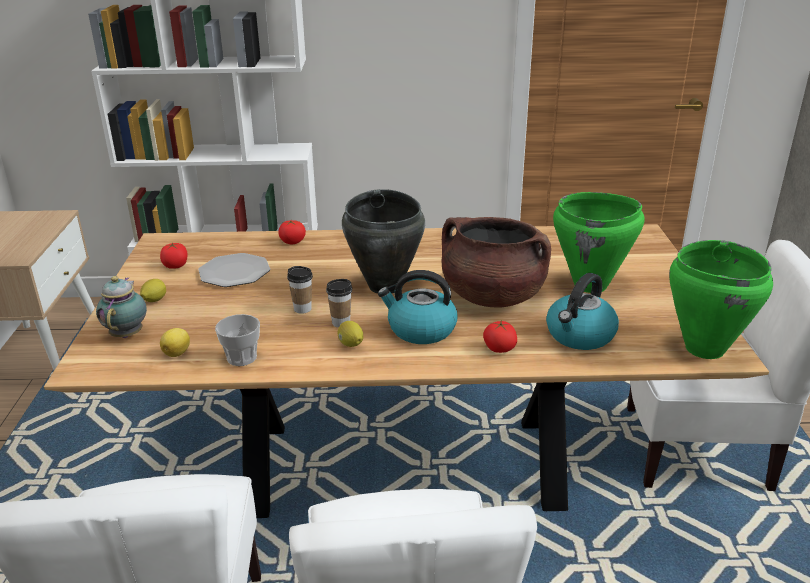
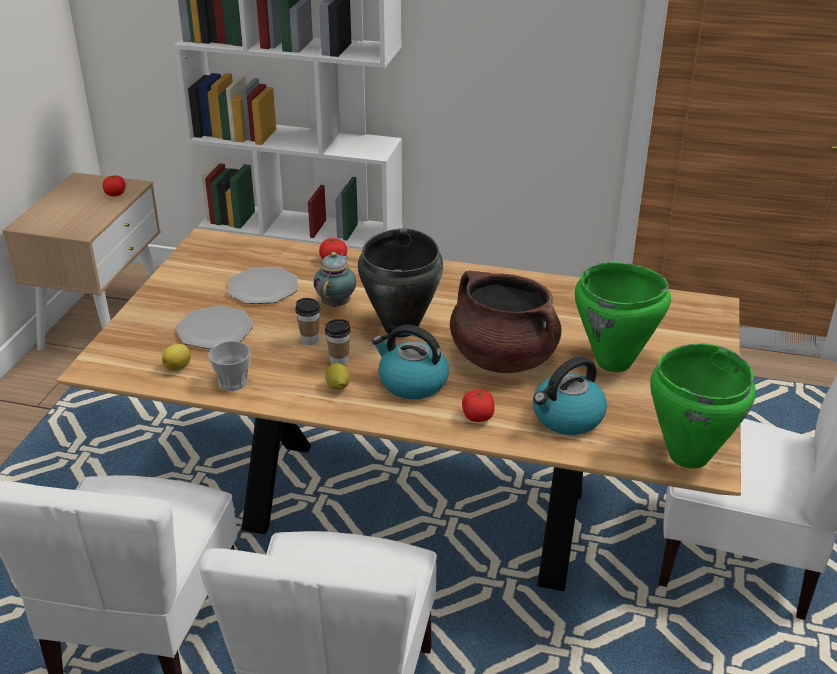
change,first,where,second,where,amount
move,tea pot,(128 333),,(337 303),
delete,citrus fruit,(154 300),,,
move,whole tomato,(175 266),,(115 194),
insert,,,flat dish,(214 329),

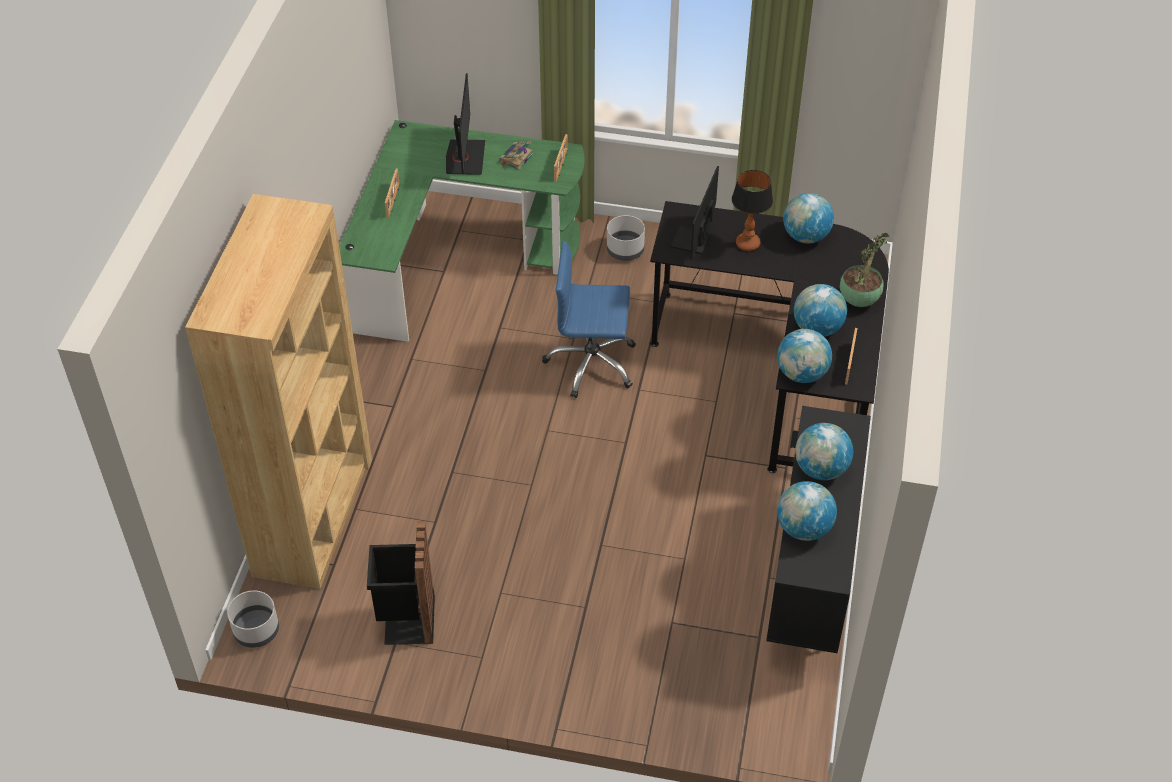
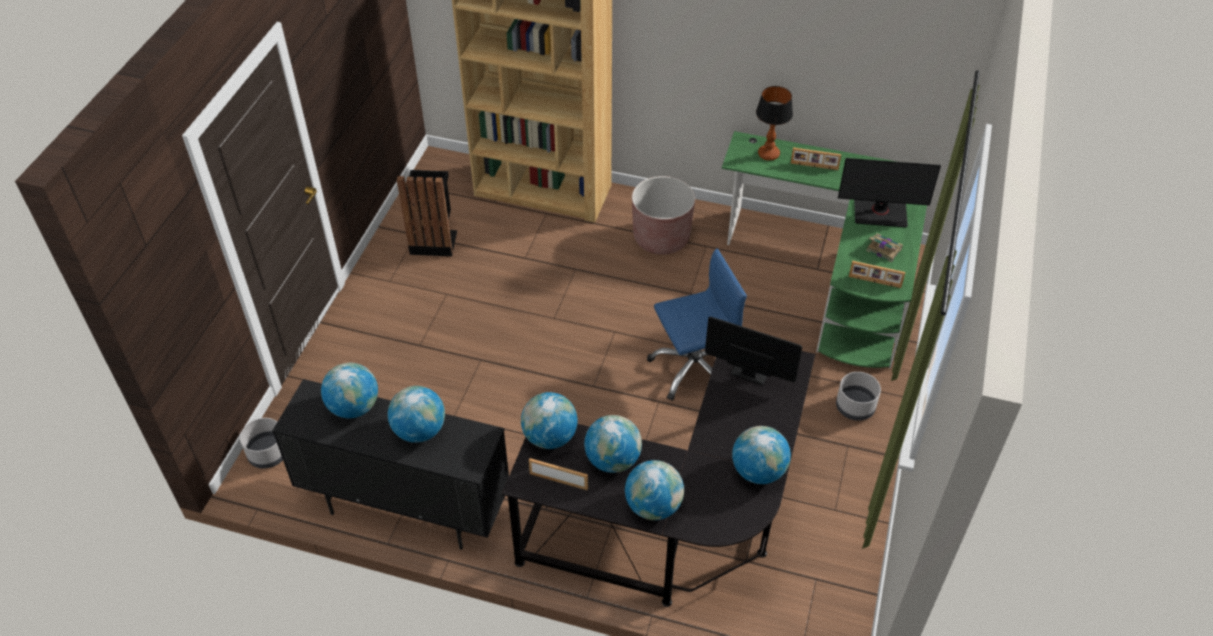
change,first,where,second,where,amount
move,greyish planter,(256 631),,(268 453),
rotate,bluish desk chair,(591 364),,(694 368),60 degrees clockwise
move,tabletop lamp,(747 244),,(768 154),
replace,potted plant,(859 299),world globe,(653 506),
insert,,,brown planter,(661 238),

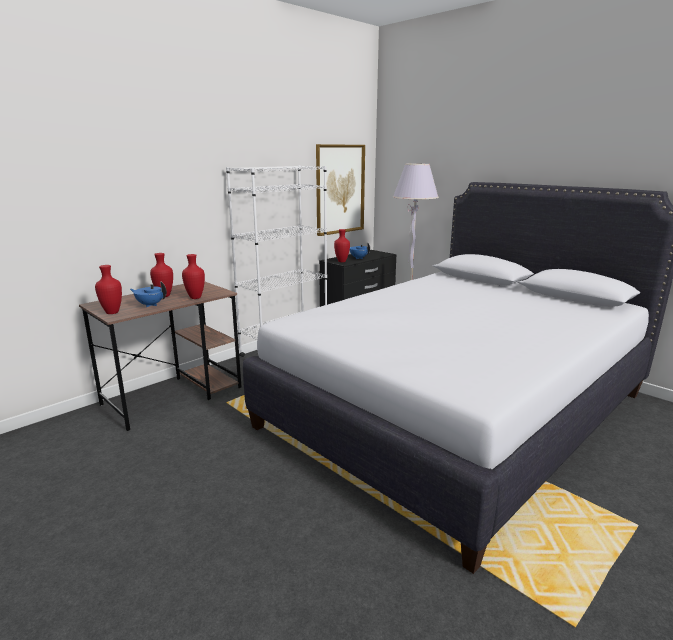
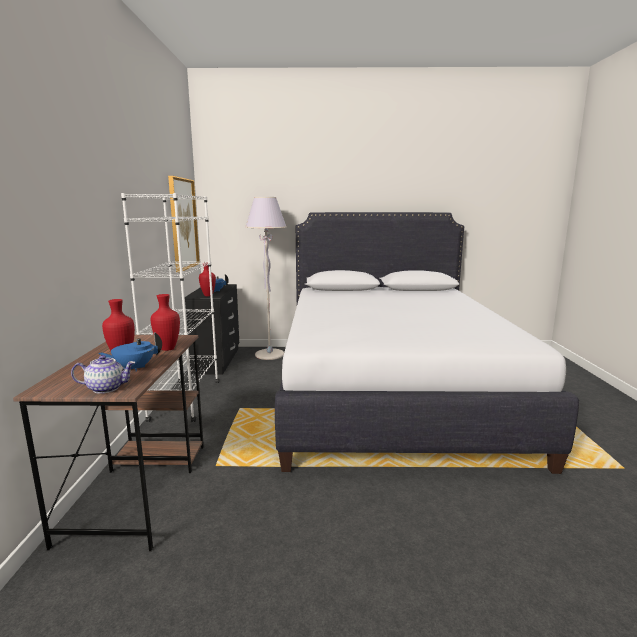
change,first,where,second,where,amount
replace,reddish decorative vase,(112 312),tea pot,(106 388),

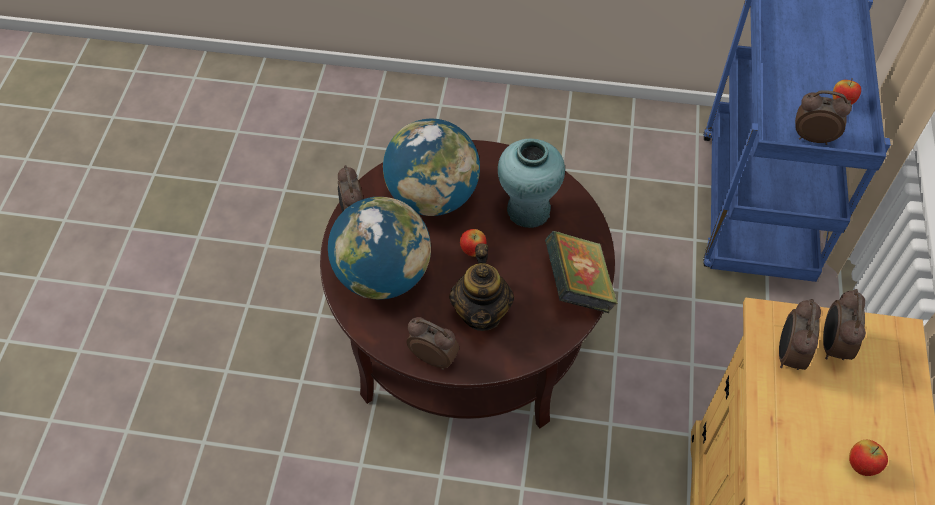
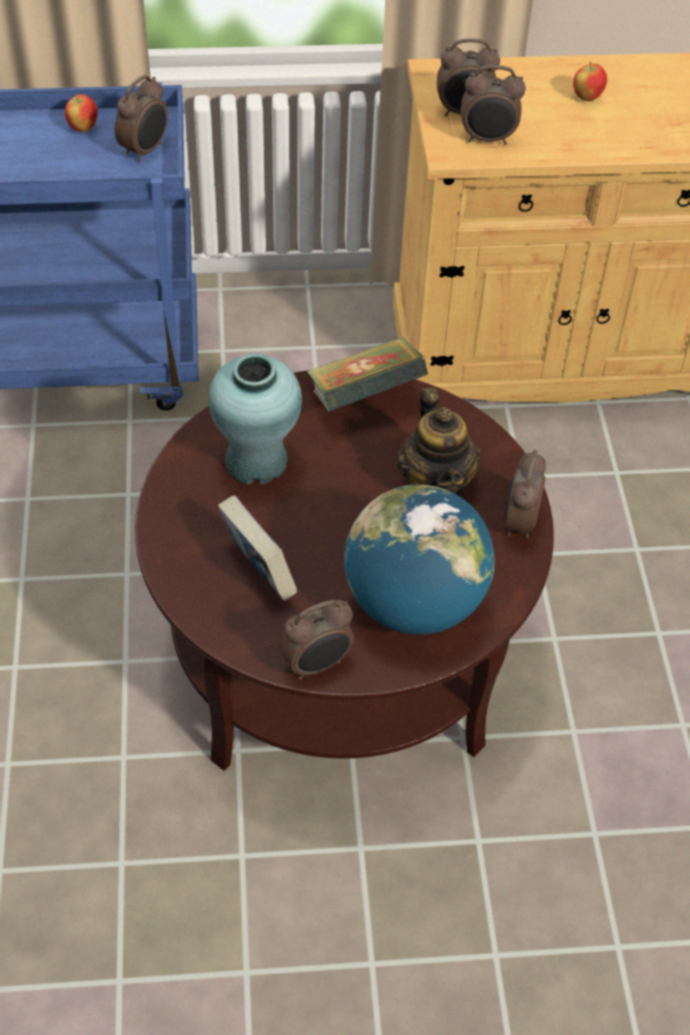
change,first,where,second,where,amount
replace,world globe,(433 196),bound book,(258 572),
rotate,tea pot,(482 312),,(436 485),90 degrees clockwise
delete,apple,(473 251),,,
rotate,alarm clock,(812 137),,(145 150),150 degrees counterclockwise

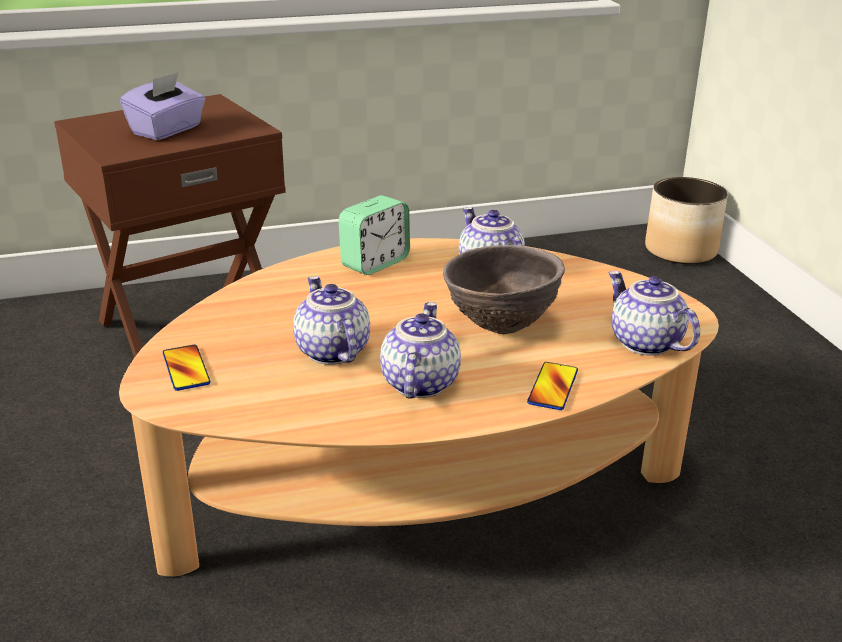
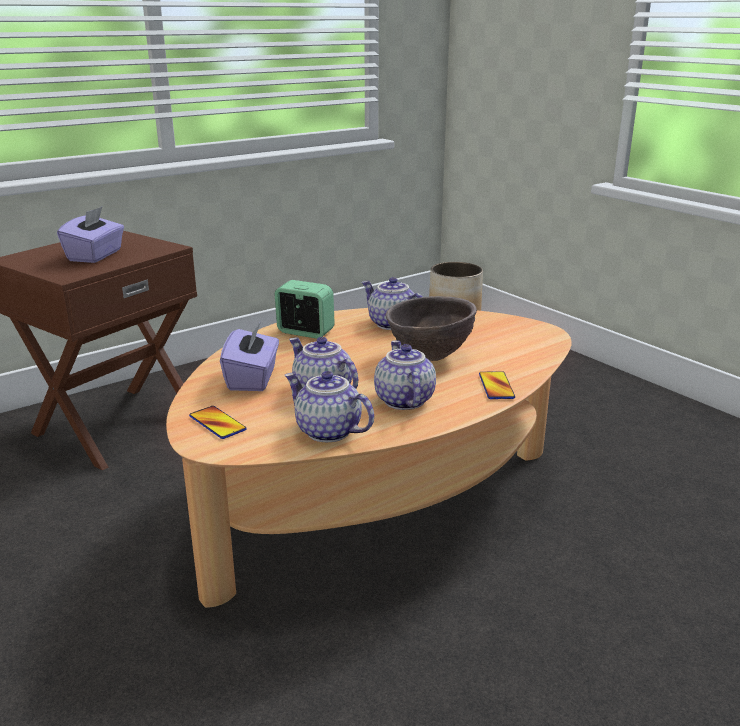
change,first,where,second,where,amount
rotate,alarm clock,(375 263),,(305 332),90 degrees counterclockwise
move,tea pot,(644 343),,(327 432),
insert,,,purplish tissue holder,(253 379),

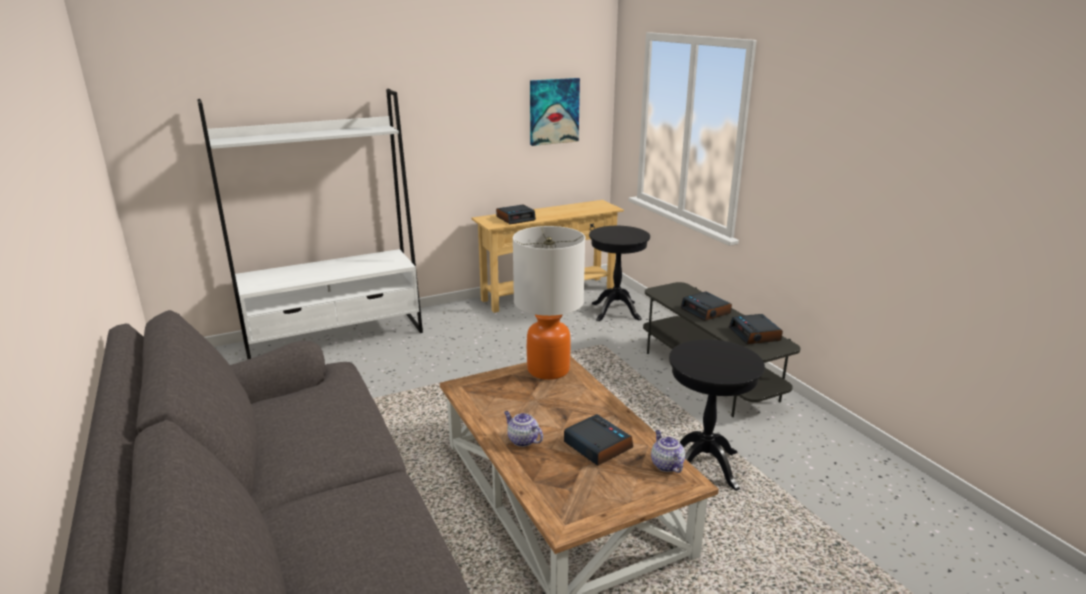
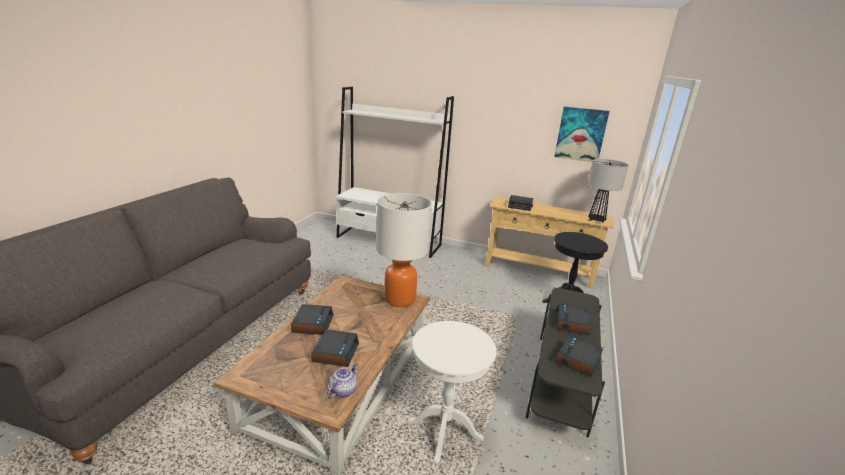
change,first,where,second,where,amount
replace,tea pot,(522 440),alarm clock,(312 324),
recolor,black-coloured end table,(704 466),white end table,(444 430),
insert,,,tabletop lamp,(596 220),

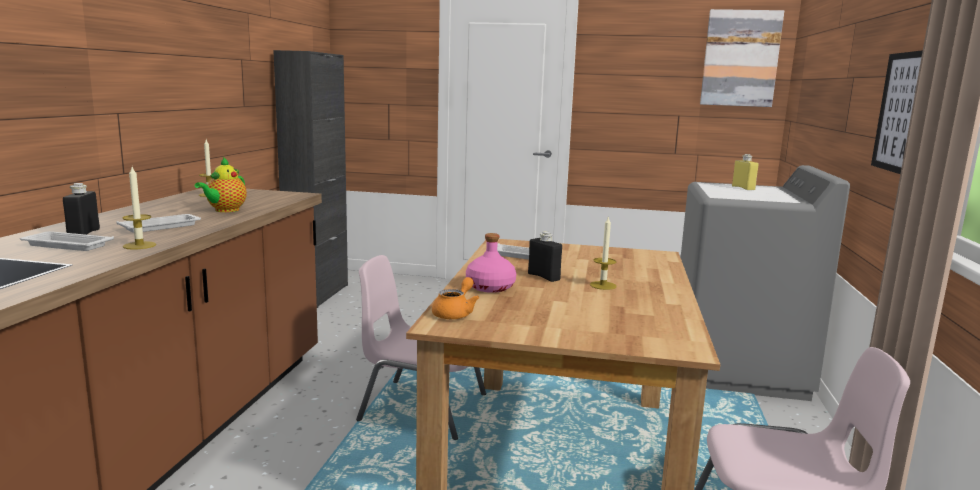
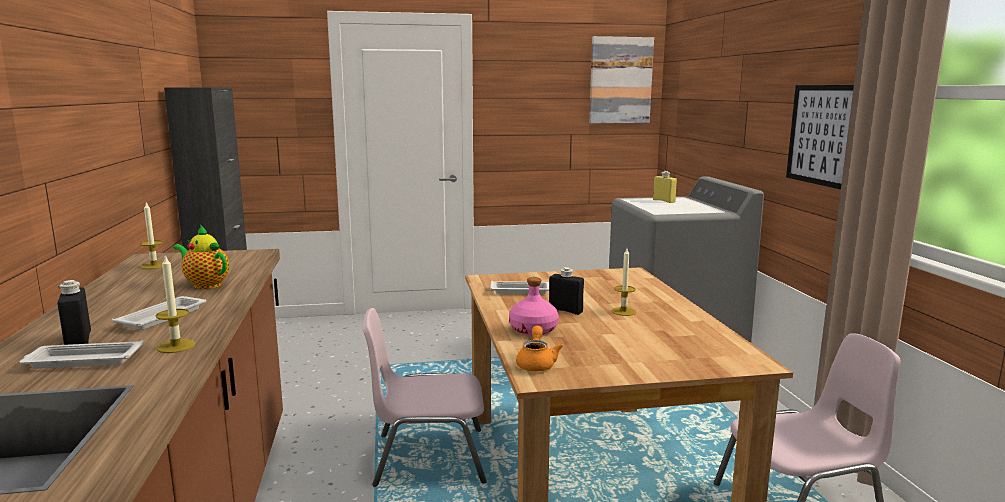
change,first,where,second,where,amount
rotate,tea pot,(225 210),,(205 284),120 degrees clockwise

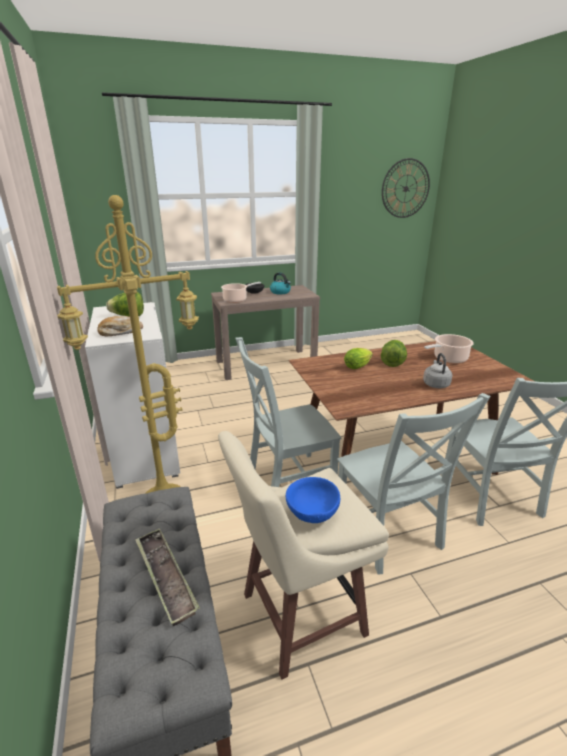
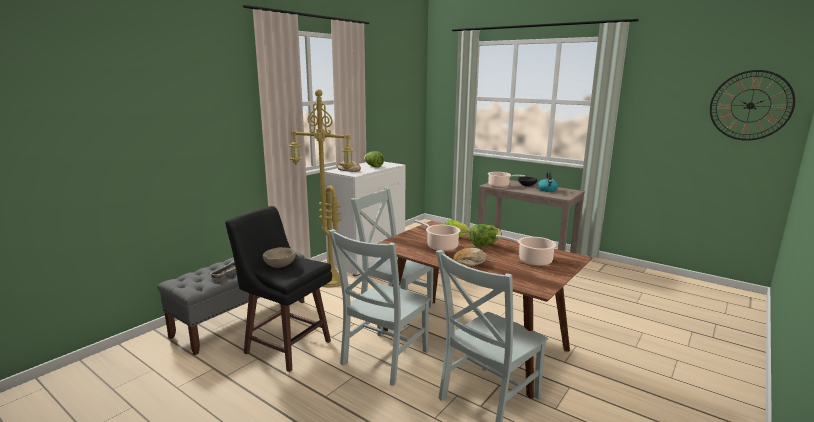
change,first,where,second,where,amount
recolor,beige-coloured sitting stool,(299 615),black-coloured sitting stool,(286 346),
recolor,bluish bowl,(311 512),beige-coloured bowl,(280 265),
replace,greyish kettle,(435 384),bread,(469 262),
insert,,,cooking pot,(440 246),

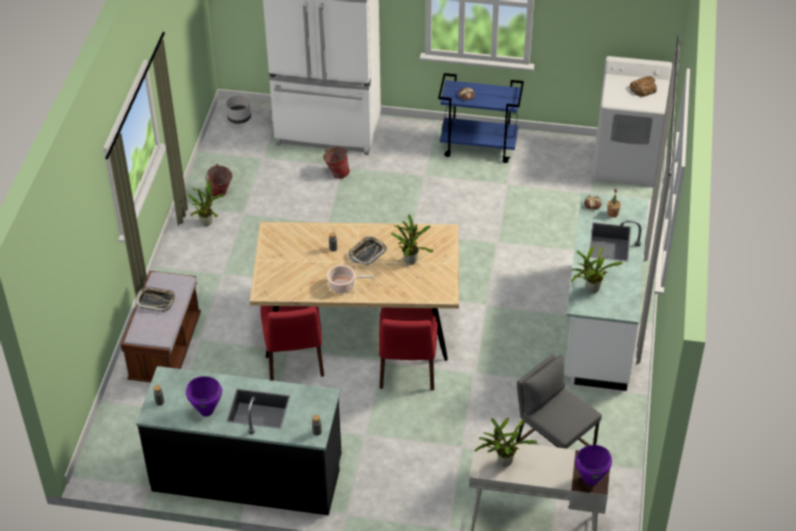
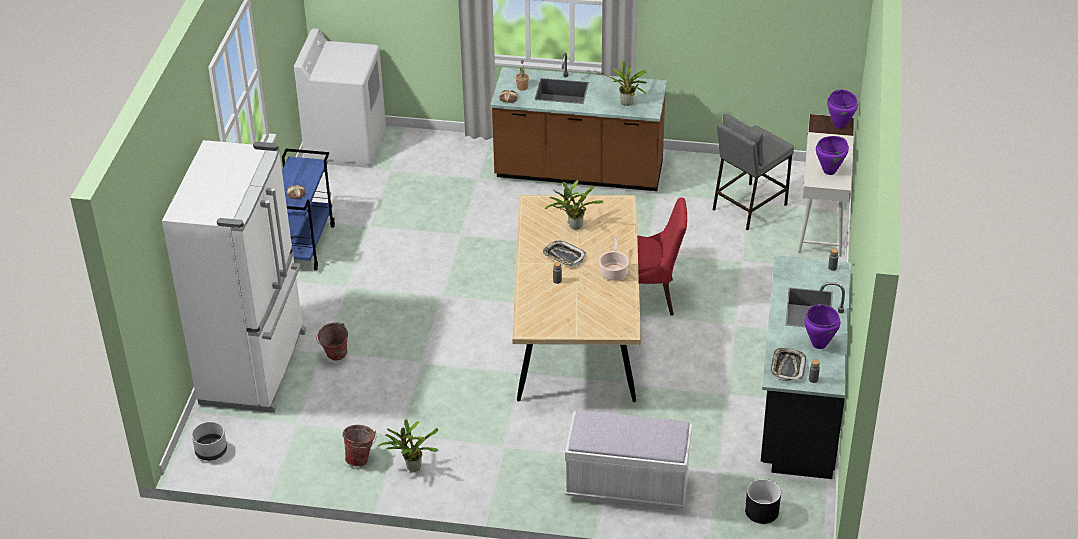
change,first,where,second,where,amount
recolor,brown long seat,(165 349),white long seat,(627 486),
move,tray,(155 301),,(787 367),
delete,reddish plain chair,(294 359),,,
replace,potted plant,(502 461),purplish cooking pot,(829 171),
recolor,white kitchen base unit,(599 324),brown kitchen base unit,(579 173),
delete,bread,(643 88),,,
insert,,,black-coloured planter,(761 511),

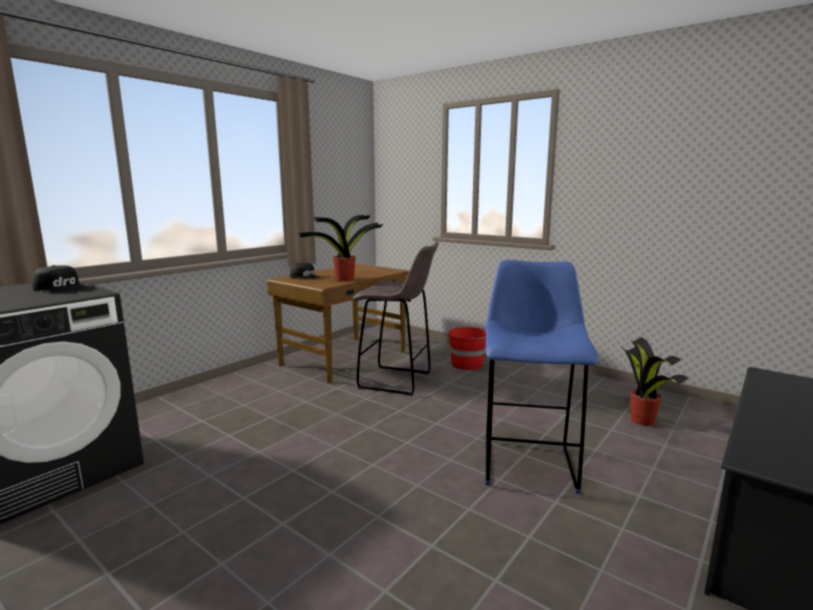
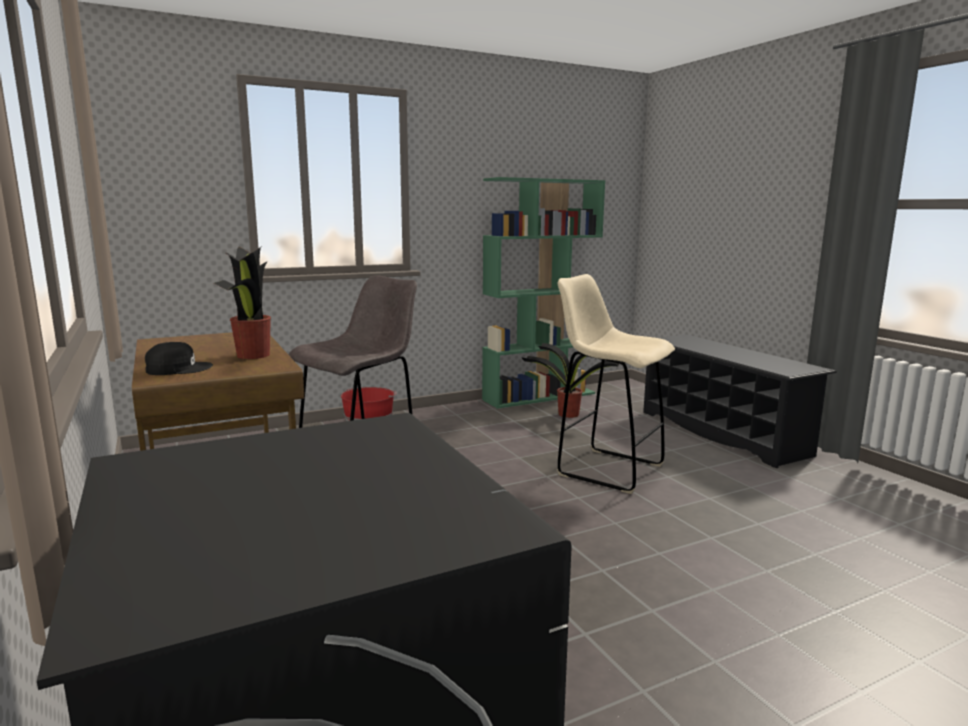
change,first,where,second,where,amount
delete,black-coloured peaked cap,(61 288),,,
recolor,bluish sitting stool,(528 464),beige-coloured sitting stool,(607 469),
insert,,,green bookshelf,(539 396),

